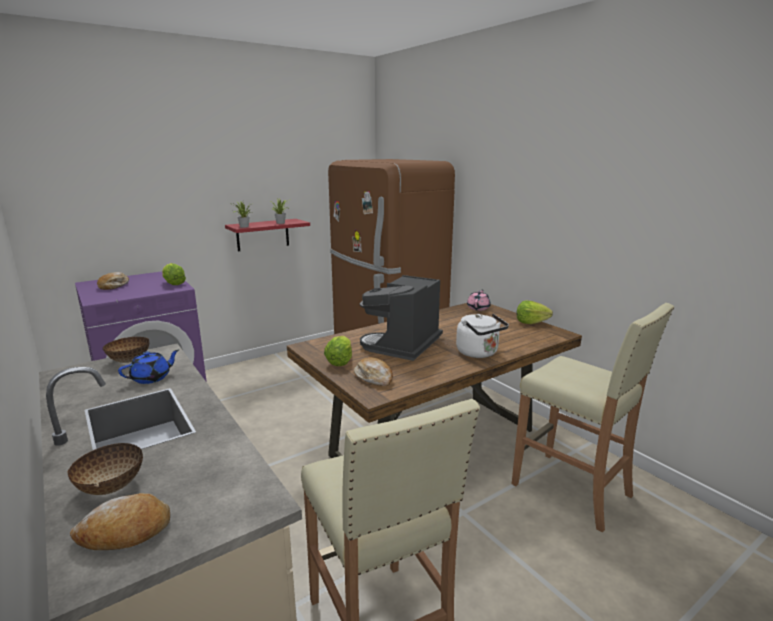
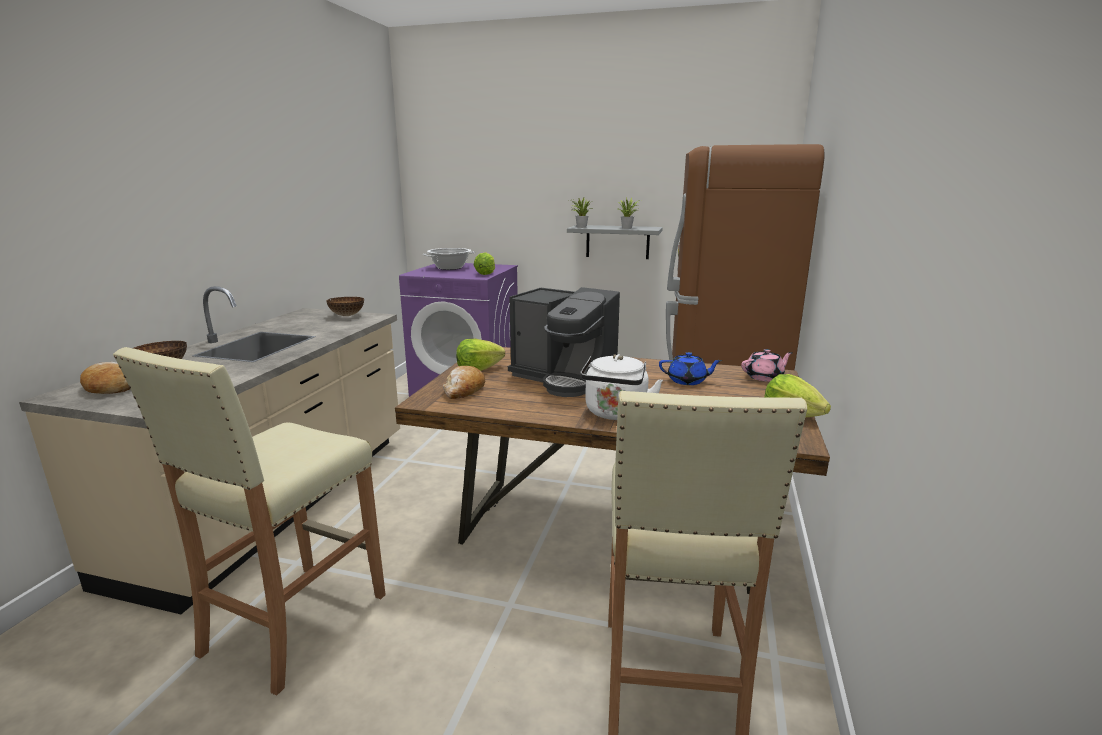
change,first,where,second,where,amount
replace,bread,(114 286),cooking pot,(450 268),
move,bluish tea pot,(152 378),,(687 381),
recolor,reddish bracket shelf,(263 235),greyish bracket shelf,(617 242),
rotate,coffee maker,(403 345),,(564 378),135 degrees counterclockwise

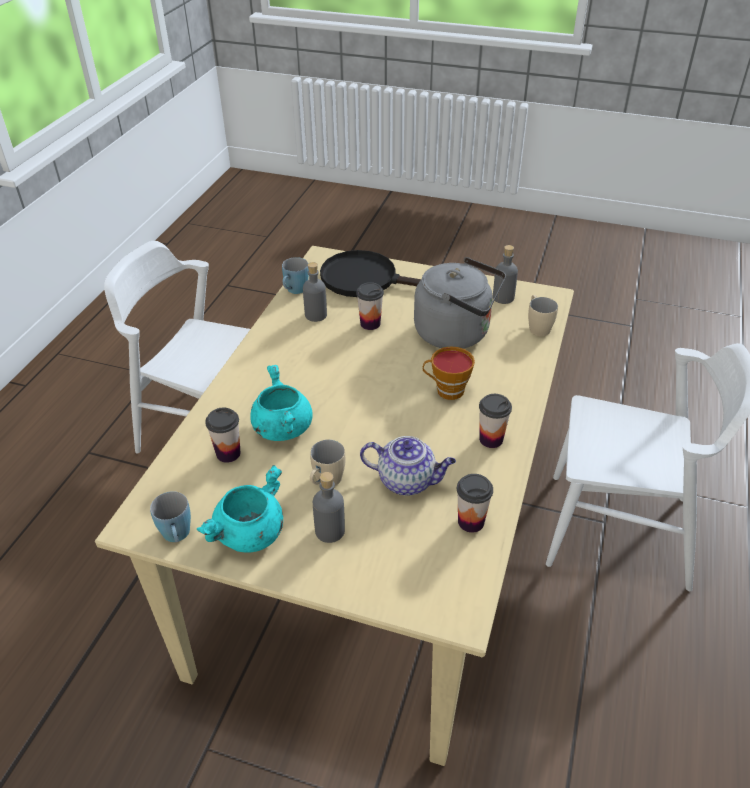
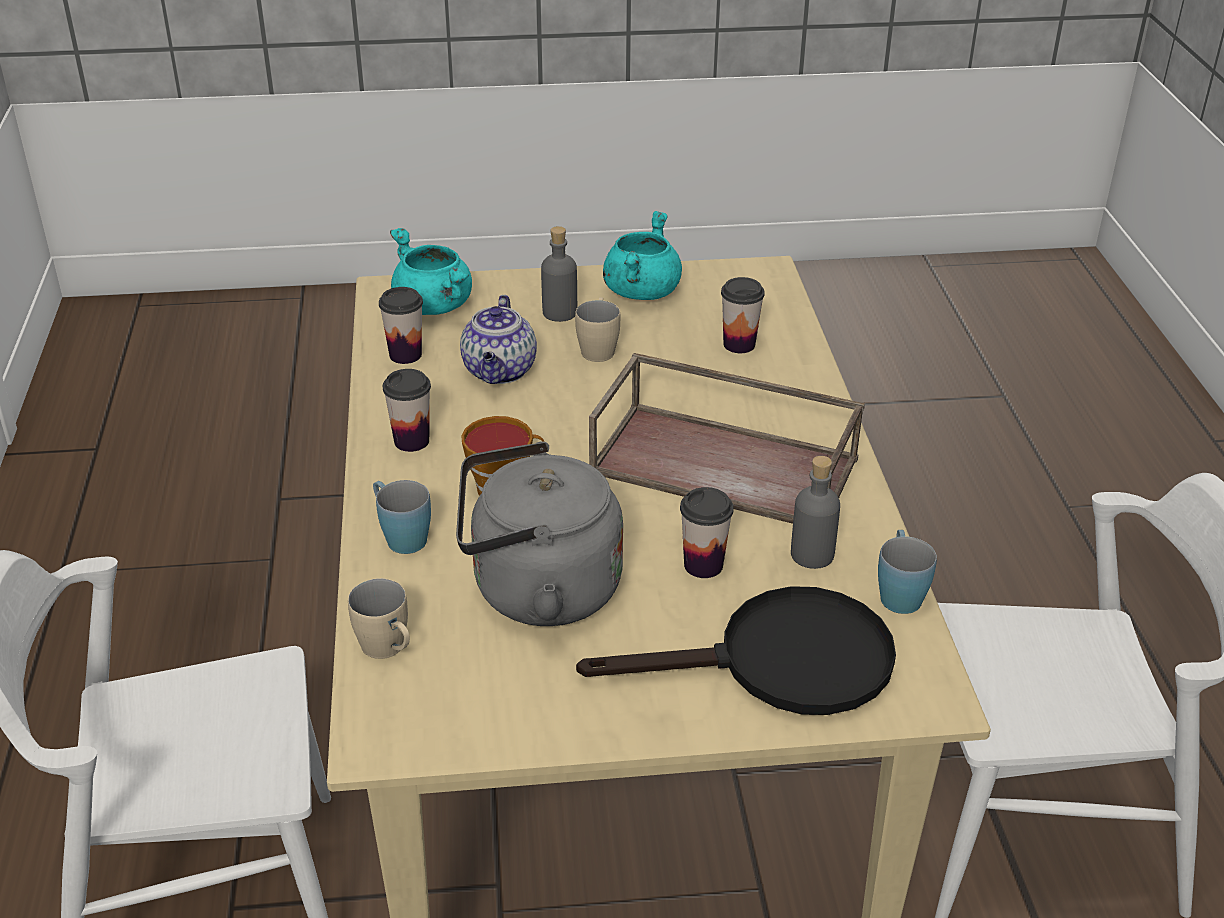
change,first,where,second,where,amount
move,bluish mug,(177 537),,(400 536),
move,blue-green cooking pot,(282 428),,(435 306),
rotate,tea pot,(408 481),,(500 372),75 degrees counterclockwise
delete,greyish drink bottle,(503 297),,,
insert,,,brown tray,(727 465),

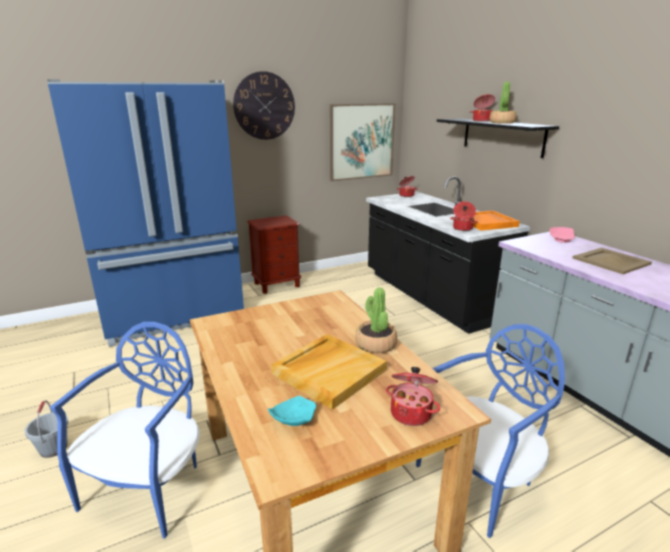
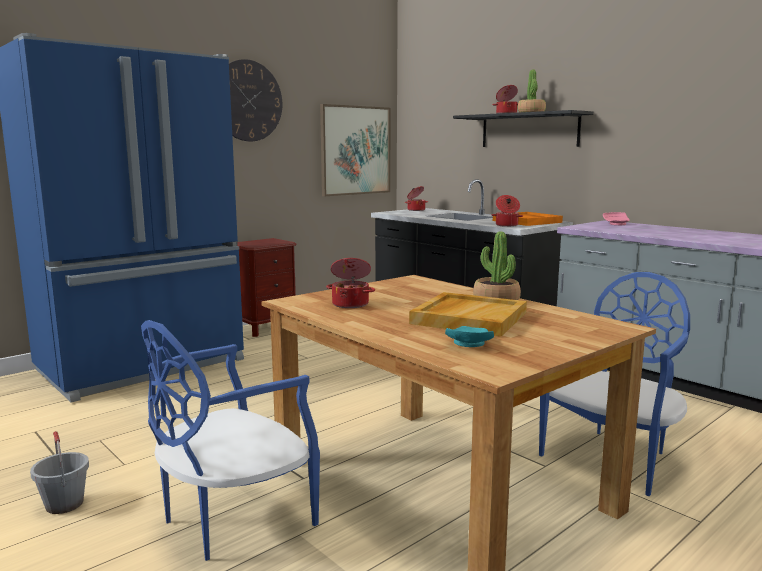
change,first,where,second,where,amount
rotate,bluish plain chair,(149 488),,(232 518),135 degrees counterclockwise
move,cooking pot,(411 413),,(351 304),
delete,beige-coloured tray,(610 261),,,

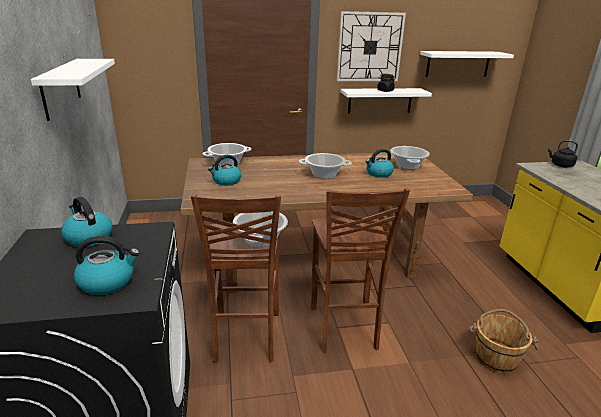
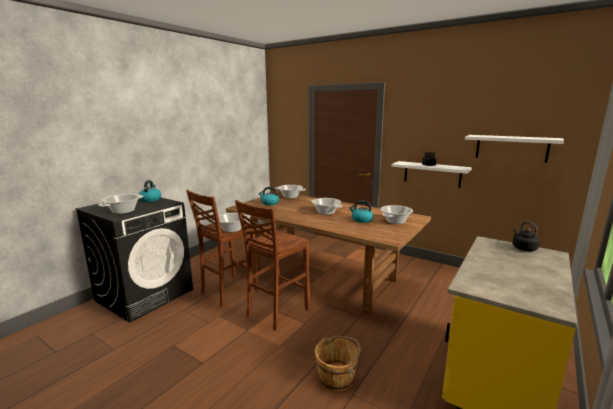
change,first,where,second,where,amount
delete,white bracket shelf,(61 87),,,
replace,kettle,(108 281),cooking pot,(123 211),
delete,clock on the wall,(369 47),,,

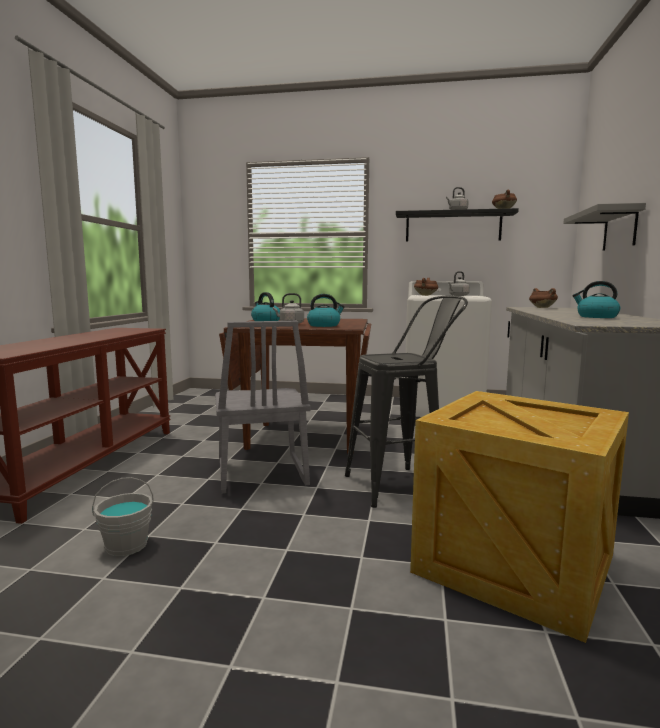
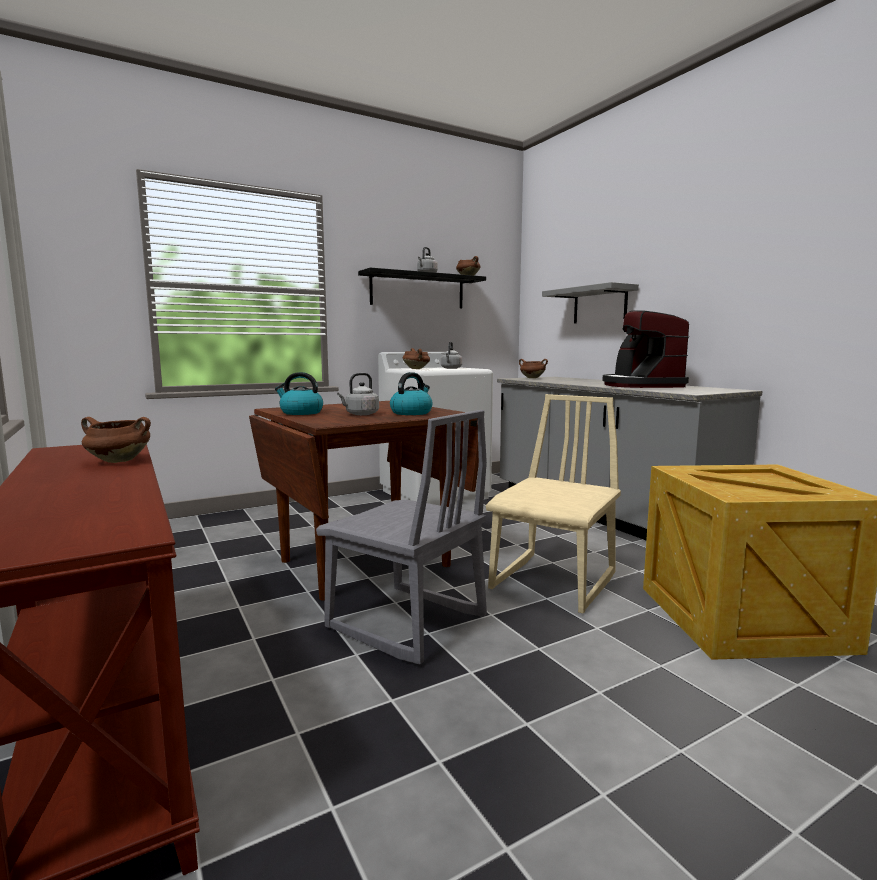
change,first,where,second,where,amount
delete,greyish water bucket,(126 546),,,
replace,black-coloured sitting stool,(403 485),beige-coloured plain chair,(555 582),
replace,kettle,(596 317),coffee maker,(641 385),
insert,,,brown cooking pot,(117 461),

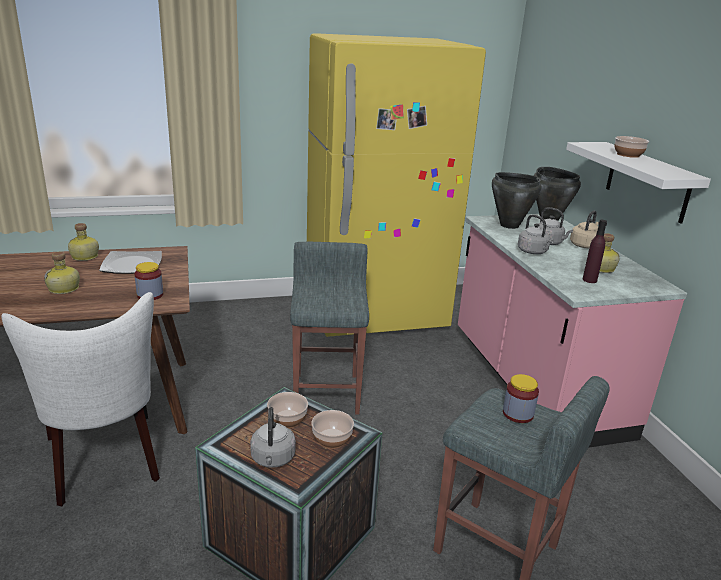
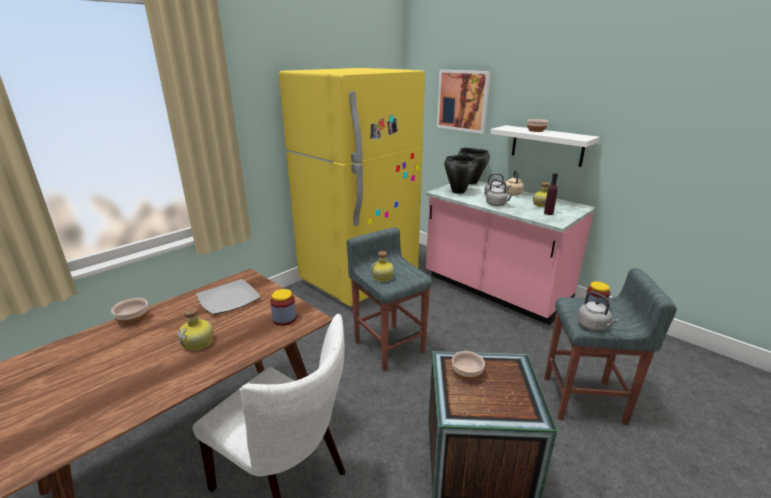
change,first,where,second,where,amount
move,drink bottle,(84 257),,(383 277),
move,greyish kettle,(273 459),,(593 326),
move,bowl,(332 439),,(134 319),
insert,,,wall picture,(463 100),

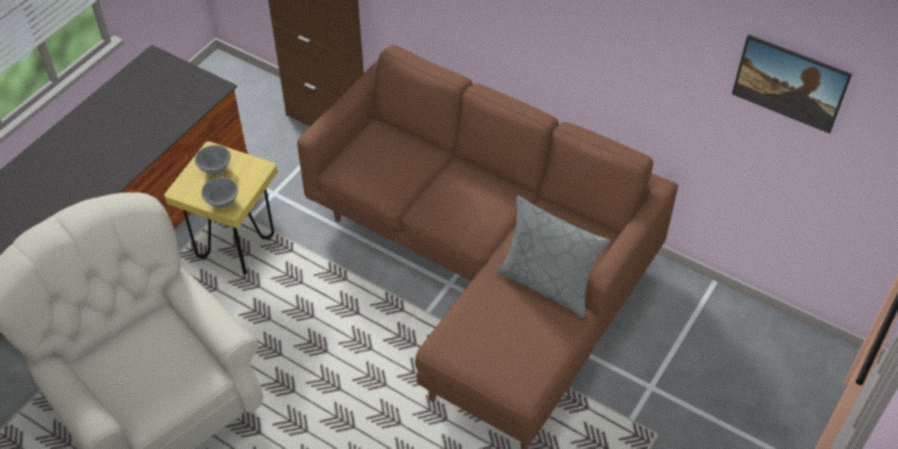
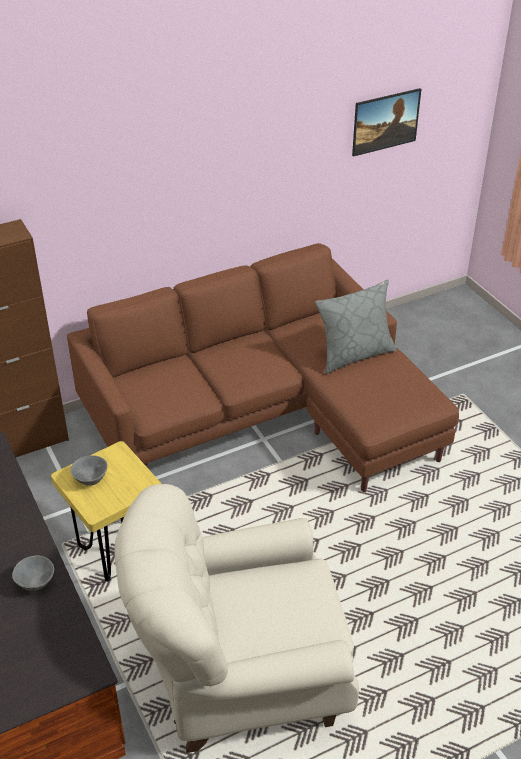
change,first,where,second,where,amount
move,greyish bowl,(221 202),,(36 584),

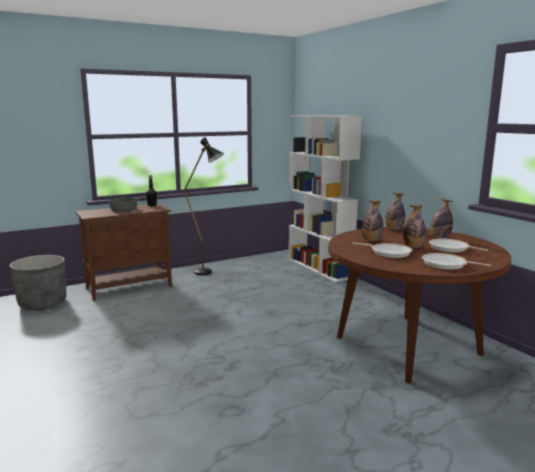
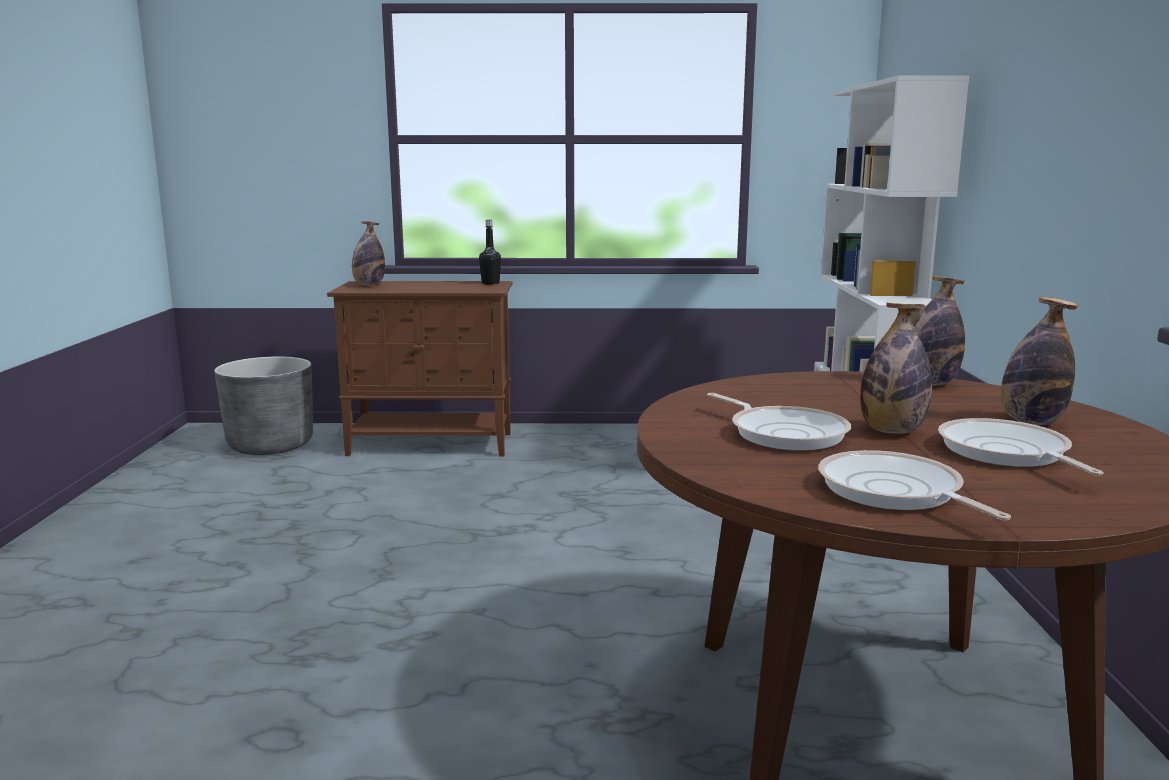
change,first,where,second,where,amount
delete,greyish bowl,(123 209),,,
delete,black-coloured floor lamp,(208 273),,,
move,drink bottle,(371 240),,(369 285),

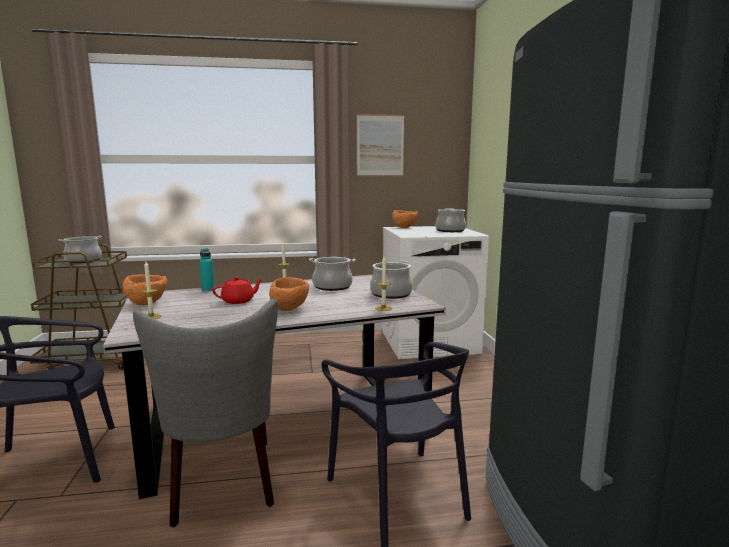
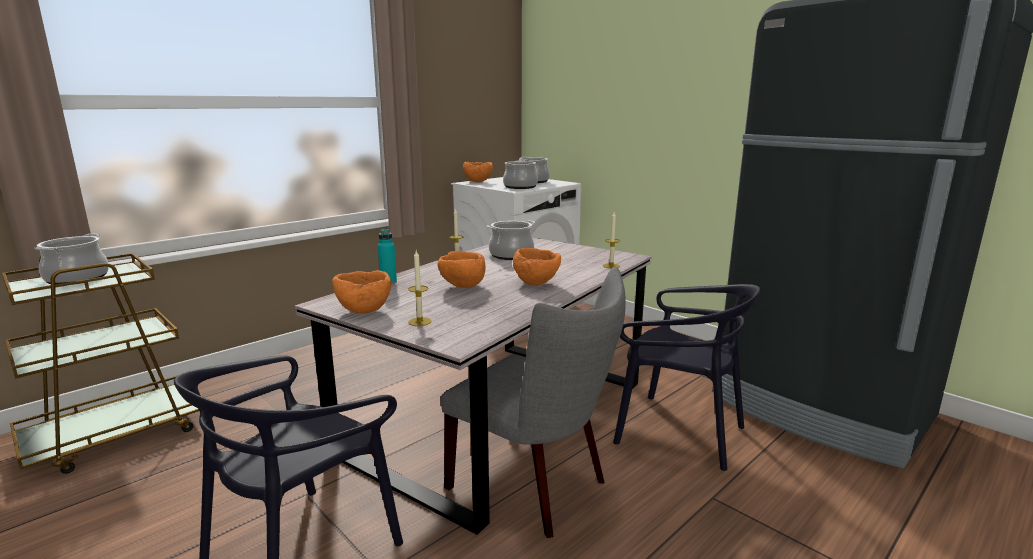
change,first,where,second,where,amount
replace,reddish tea pot,(238 301),orange bowl,(462 286),
delete,wall picture,(380 145),,,
move,cooking pot,(391 294),,(520 187),

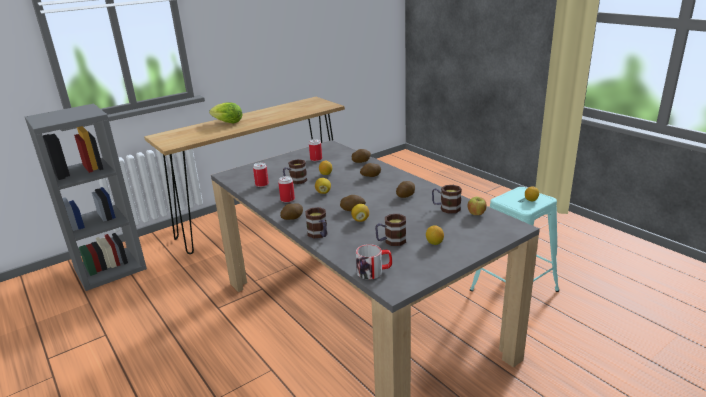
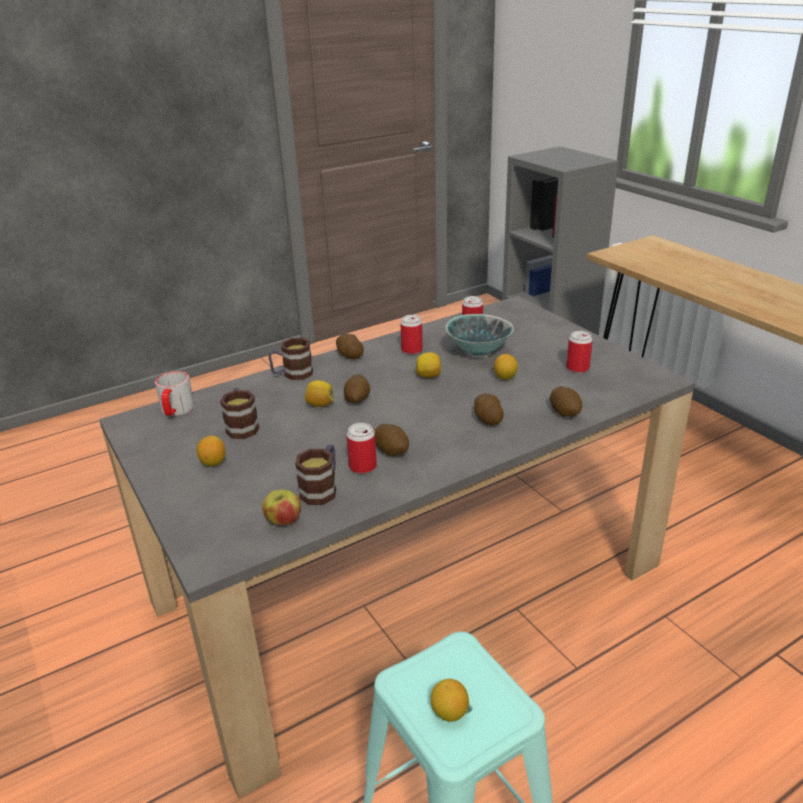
change,first,where,second,where,amount
delete,head of lettuce,(228 122),,,
replace,mug,(295 181),bowl,(478 353),
insert,,,sealed can,(363 466),

